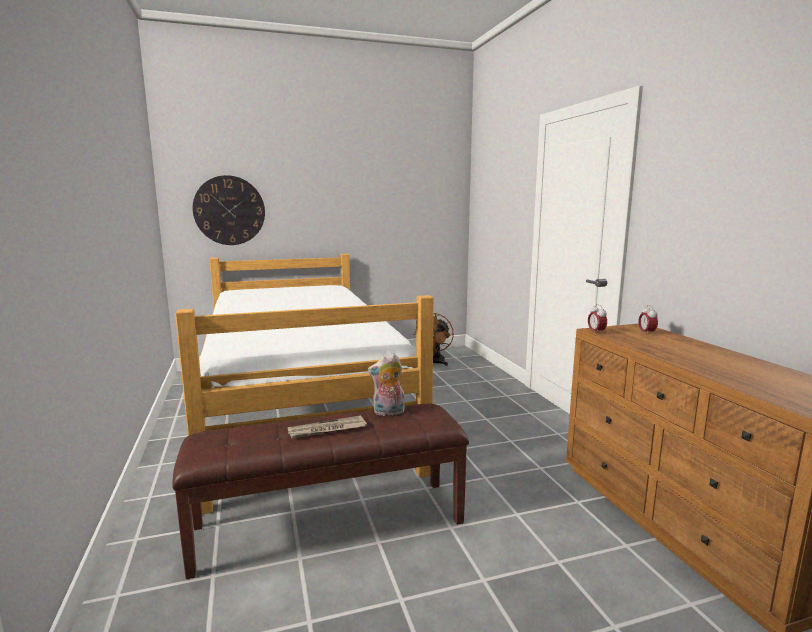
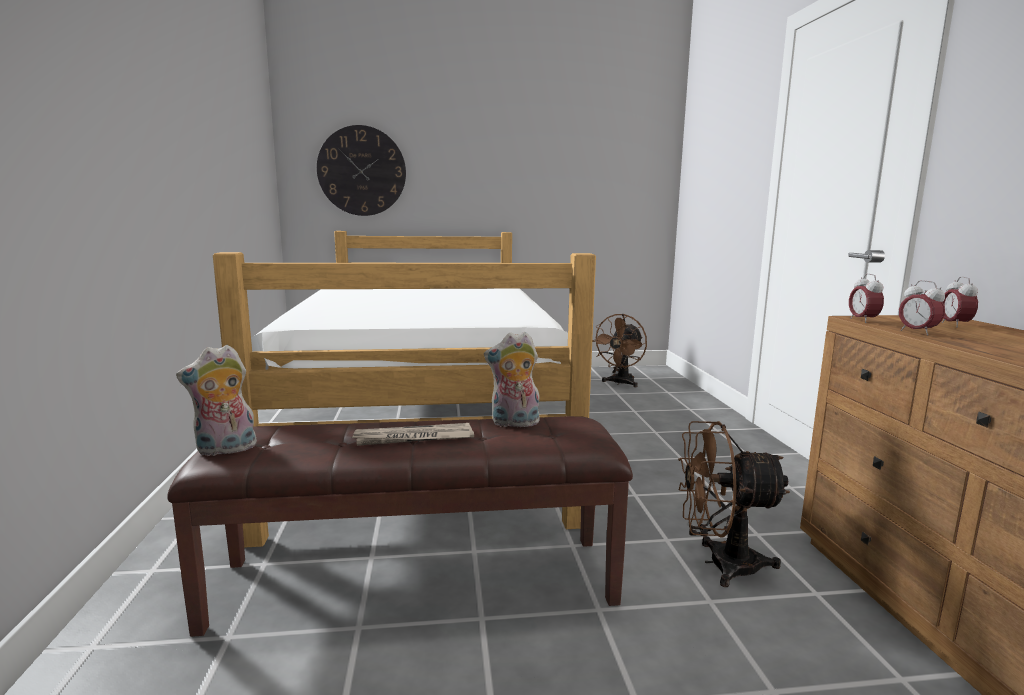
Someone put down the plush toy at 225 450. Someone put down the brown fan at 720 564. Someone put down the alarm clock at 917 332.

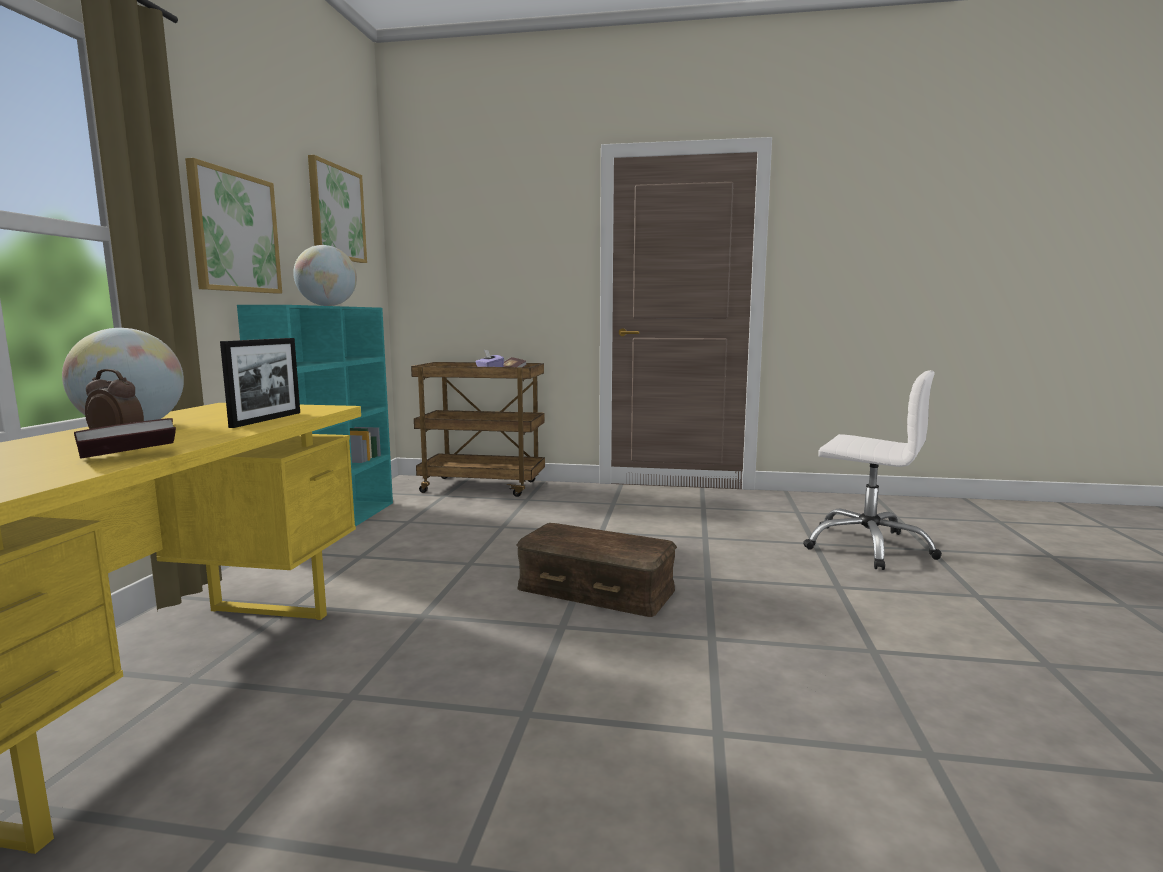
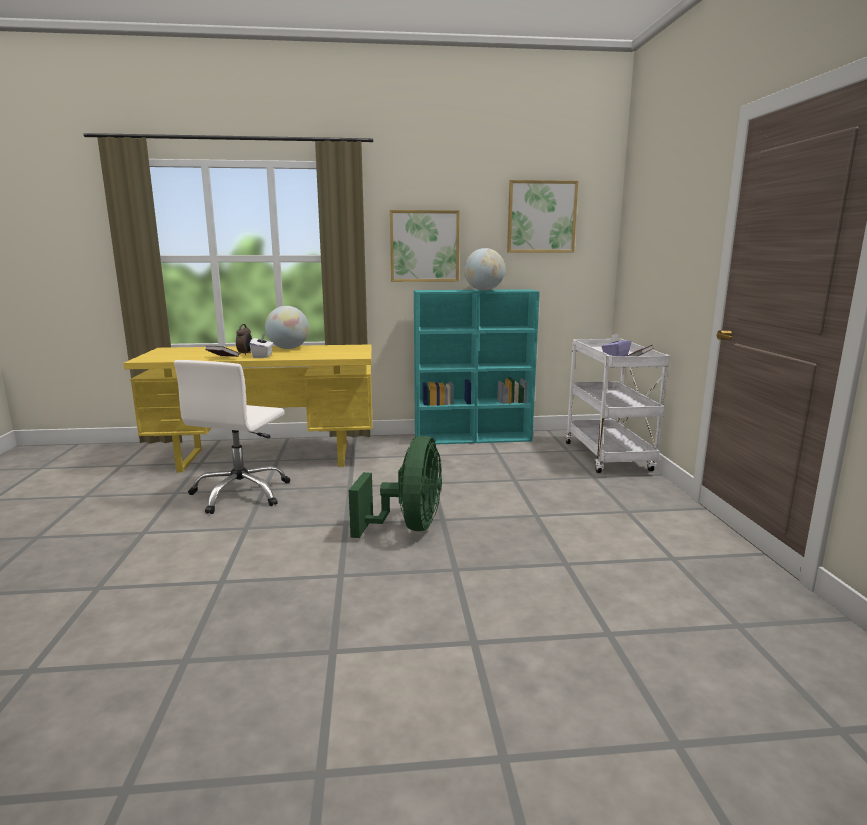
Someone took away the picture frame at 267 419. Someone repainted the brown cart at 484 487, which became the white cart at 609 457. Someone swapped the brown storage box at 595 589 for the green fan at 408 527. Someone carried the white office chair from 868 546 to 241 493. Someone put down the white tissue box at 262 356.

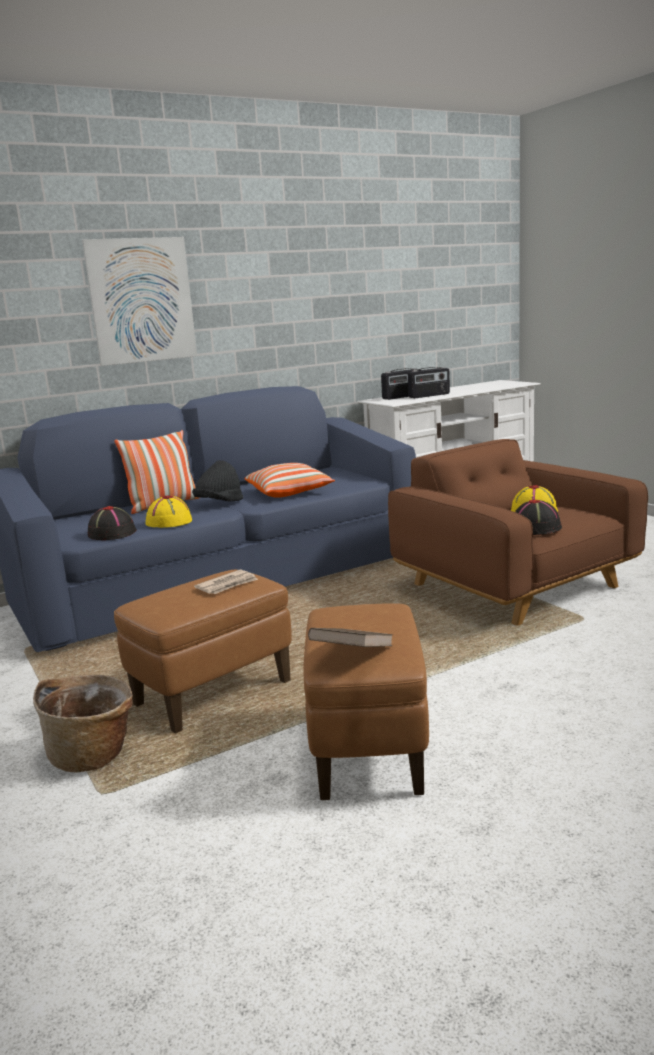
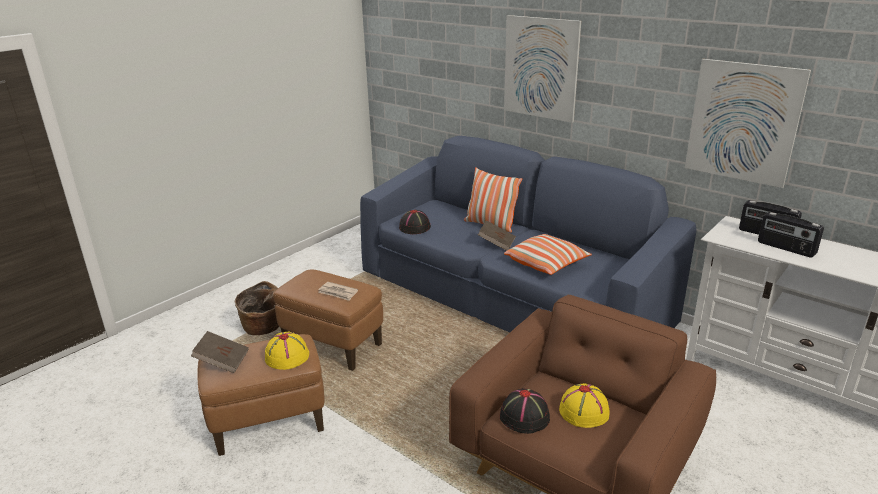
Someone carried the yellow hat from 168 522 to 287 356. Someone swapped the black hat at 219 503 for the brown book at 496 243. Someone put up the picture at 743 122.

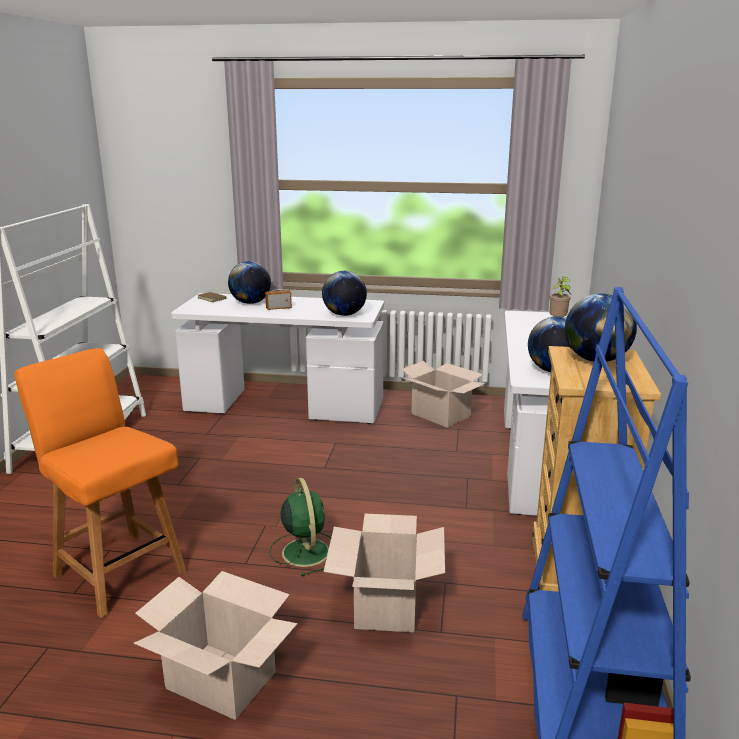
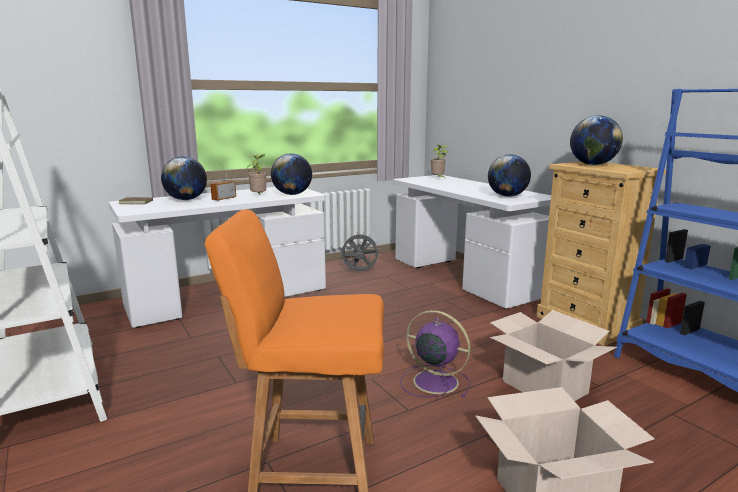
Someone repainted the green fan at 305 551, which became the purple fan at 433 381. Someone swapped the cardboard box at 440 415 for the grey fan at 359 272. Someone put down the potted plant at 259 196.

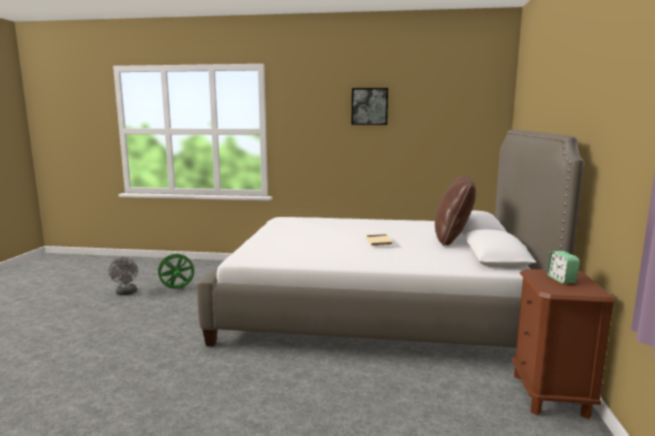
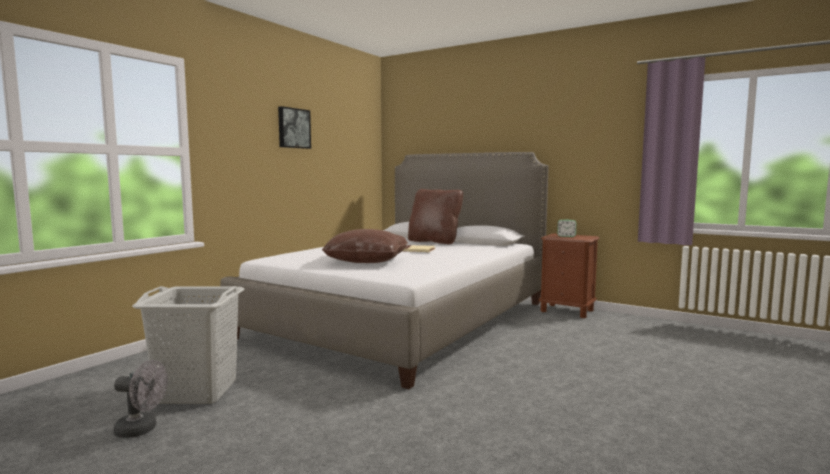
Someone swapped the green fan at 177 289 for the grey laundry basket at 197 392. Someone put down the brown pillow at 367 261.

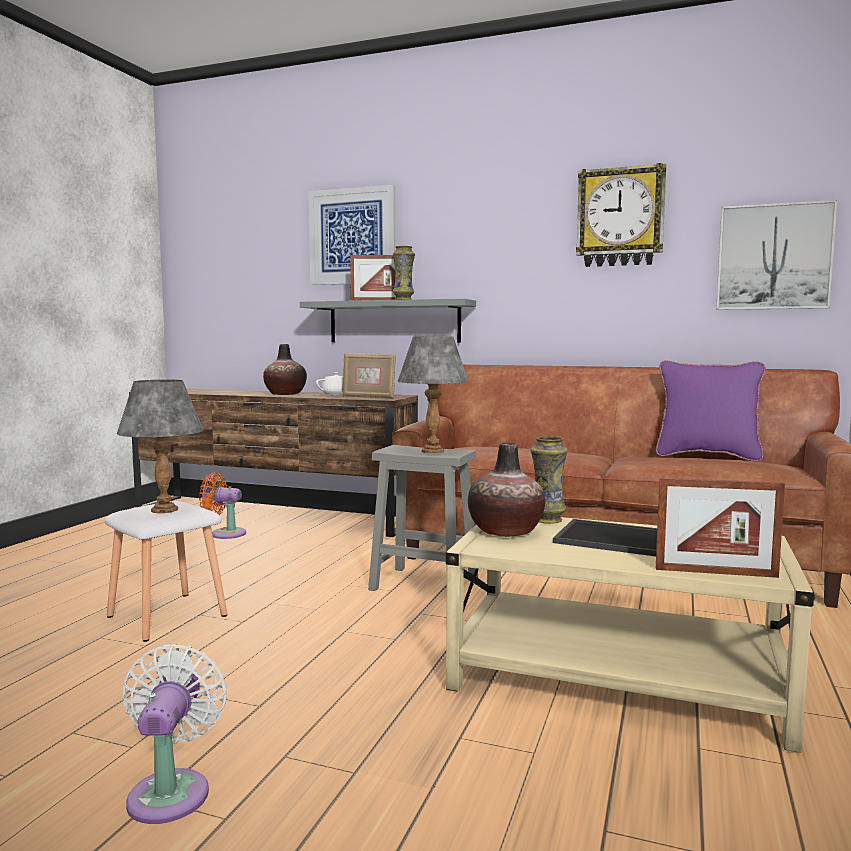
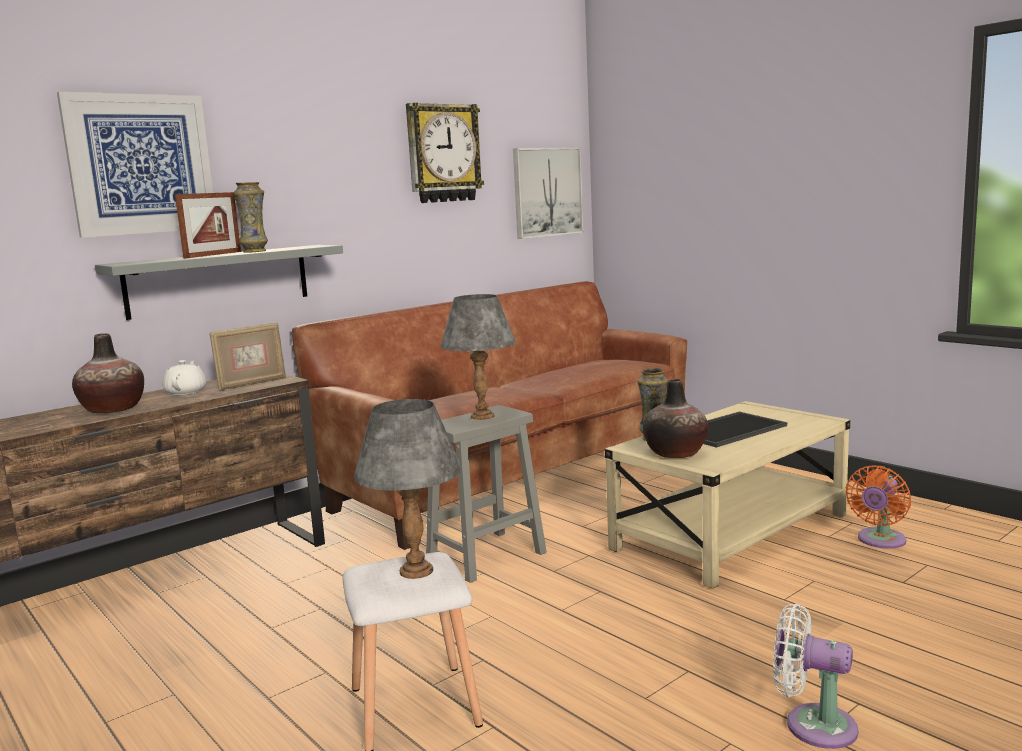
Someone carried the orange fan from 225 533 to 879 541. Someone took away the purple pillow at 707 456. Someone took away the picture frame at 715 572.

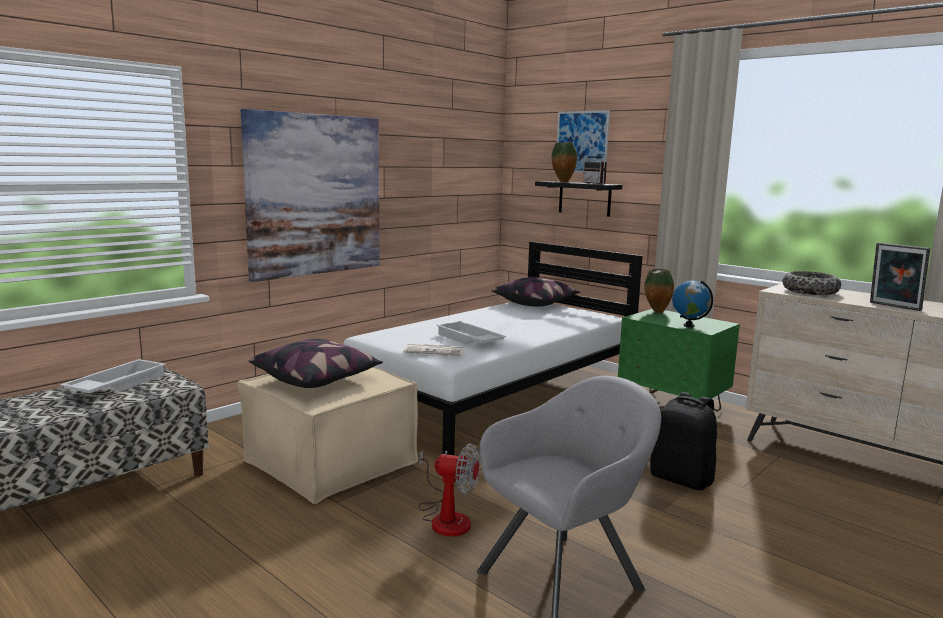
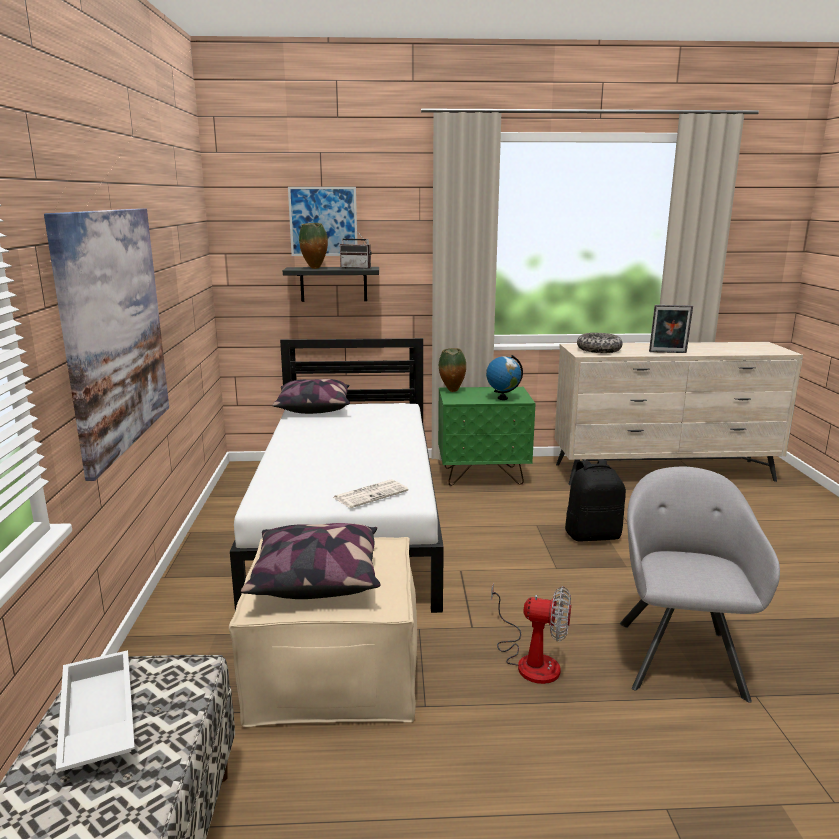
Someone rotated the fan at 446 517 by 45 degrees clockwise. Someone took away the white tray at 468 340.

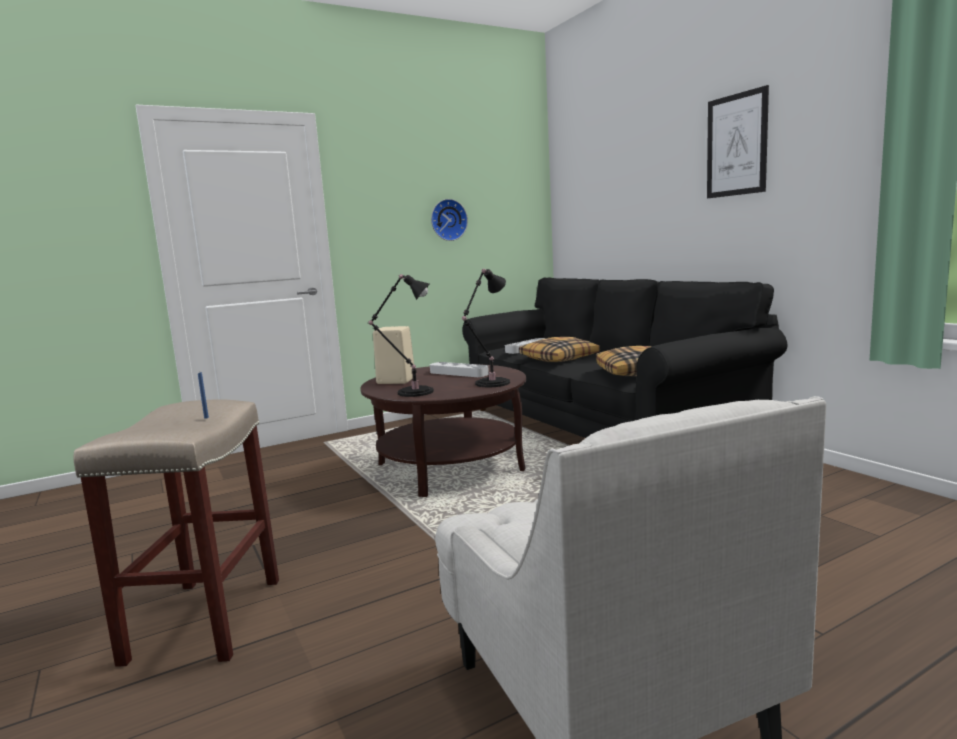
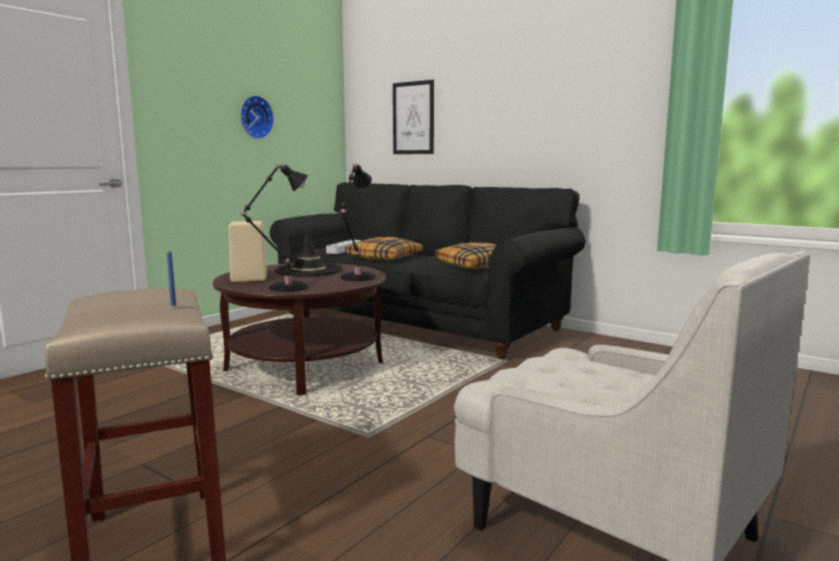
Someone swapped the grey tray at 458 373 for the black hat at 309 270. Someone carried the picture from 736 145 to 413 118.

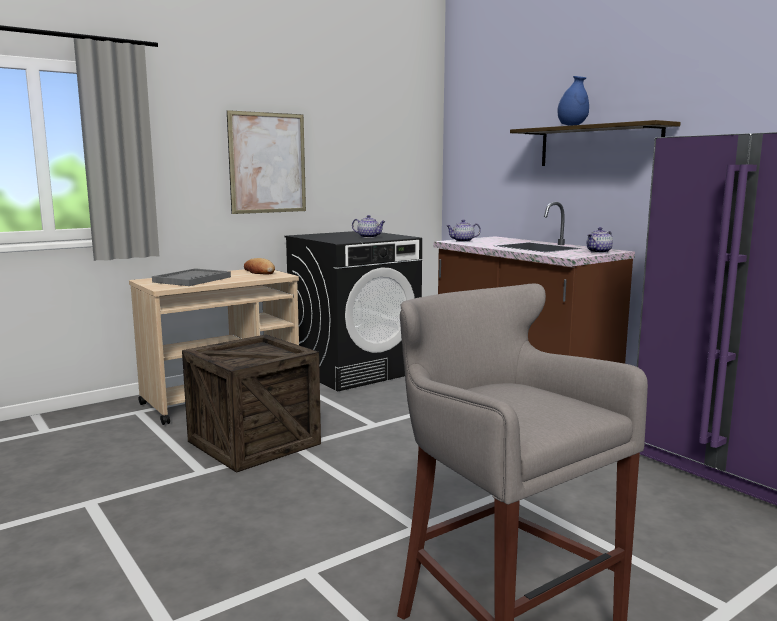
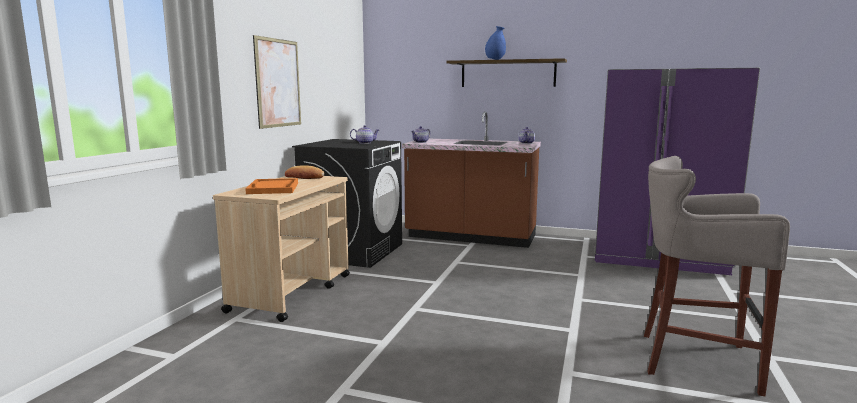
Someone repainted the grey tray at 192 279, which became the orange tray at 273 188. Someone took away the crate at 254 442.

